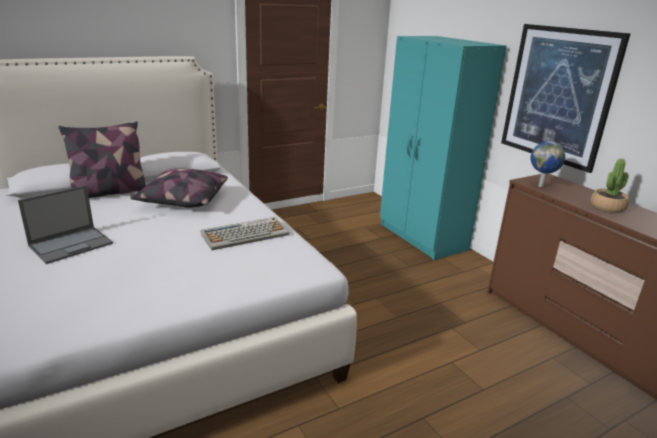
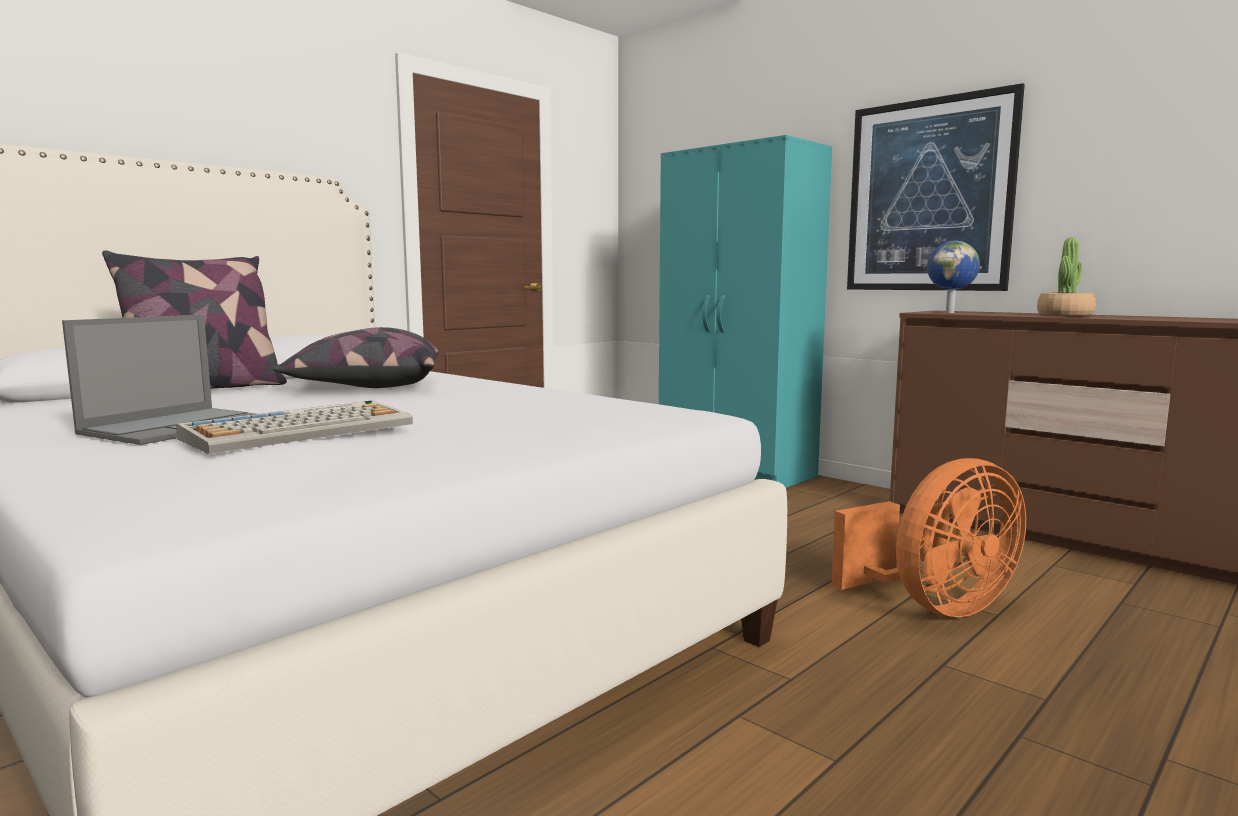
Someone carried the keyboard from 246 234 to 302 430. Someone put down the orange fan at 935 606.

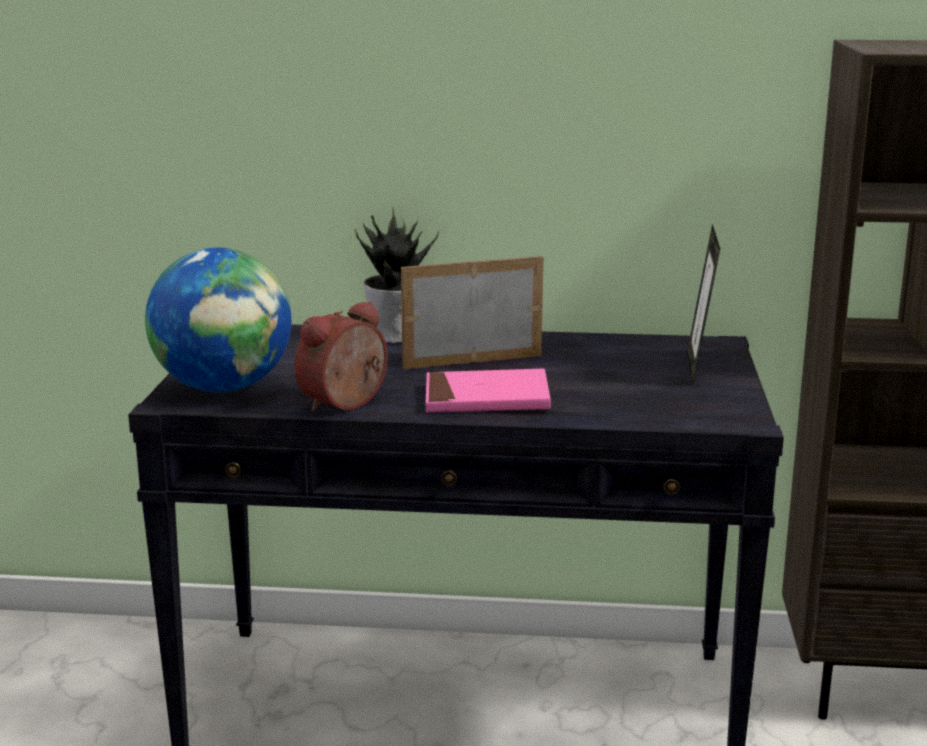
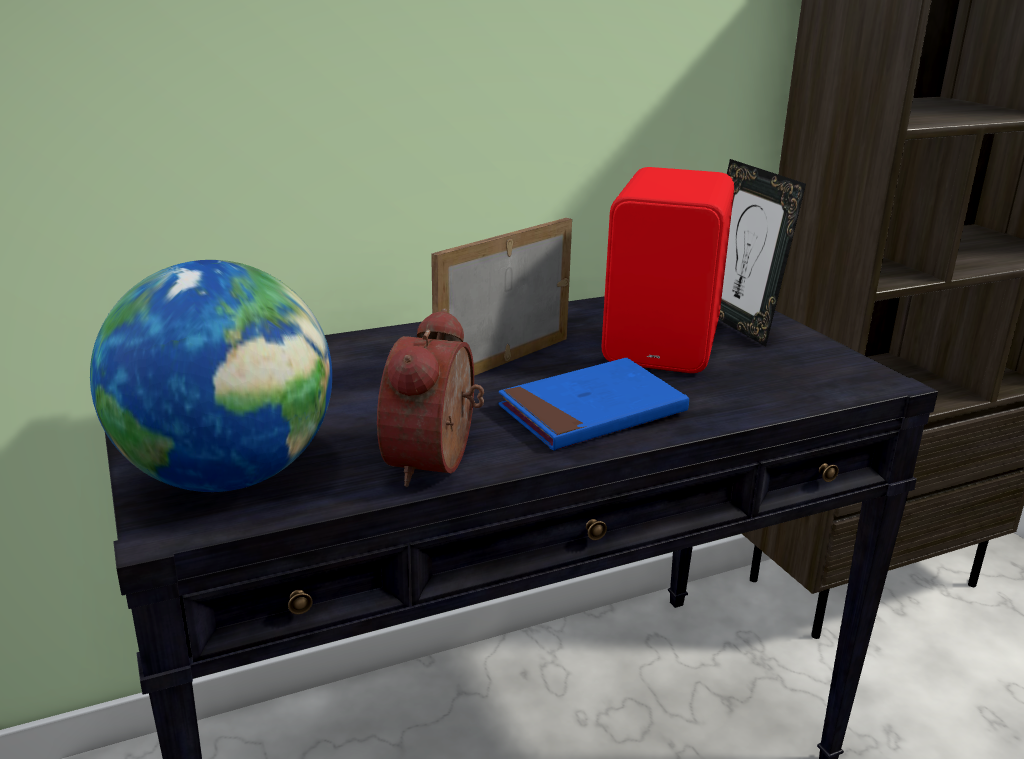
Someone took away the potted plant at 395 336. Someone repainted the pink book at 486 399, which became the blue book at 592 411. Someone put down the red speaker at 666 344.

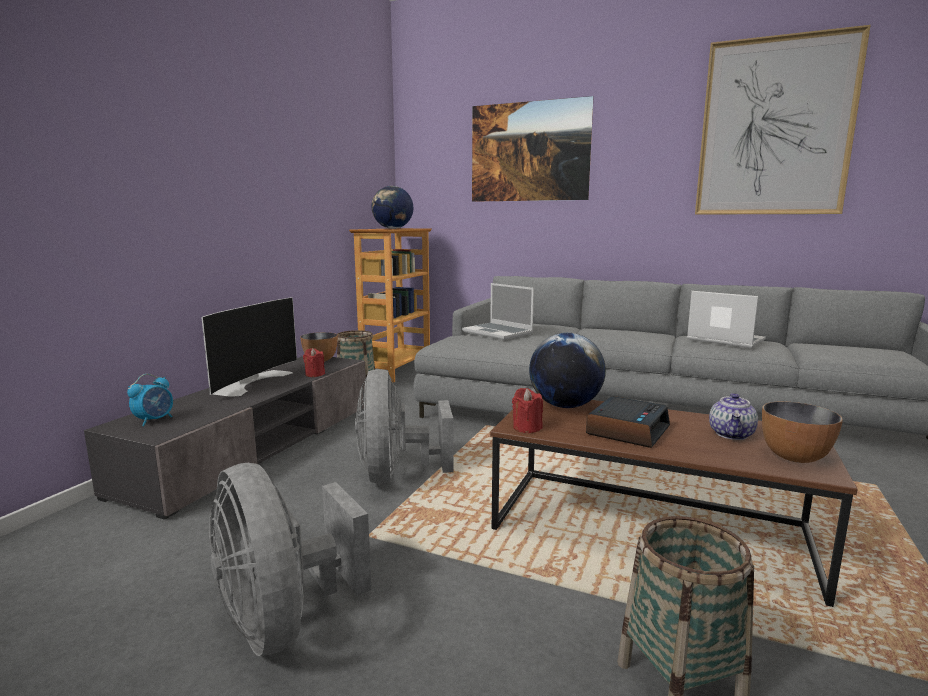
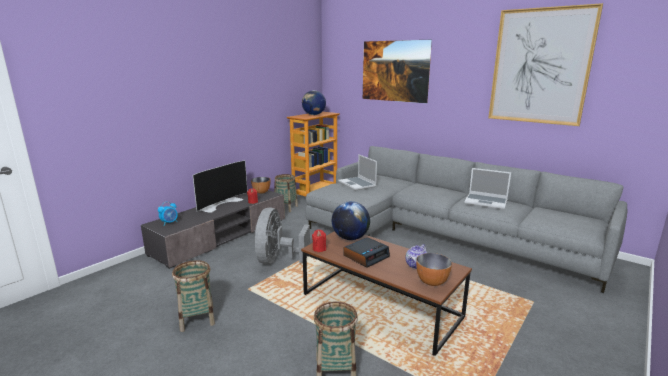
Someone swapped the grey fan at 284 620 for the basket at 197 319. Someone rotated the laptop at 724 340 by 150 degrees clockwise.

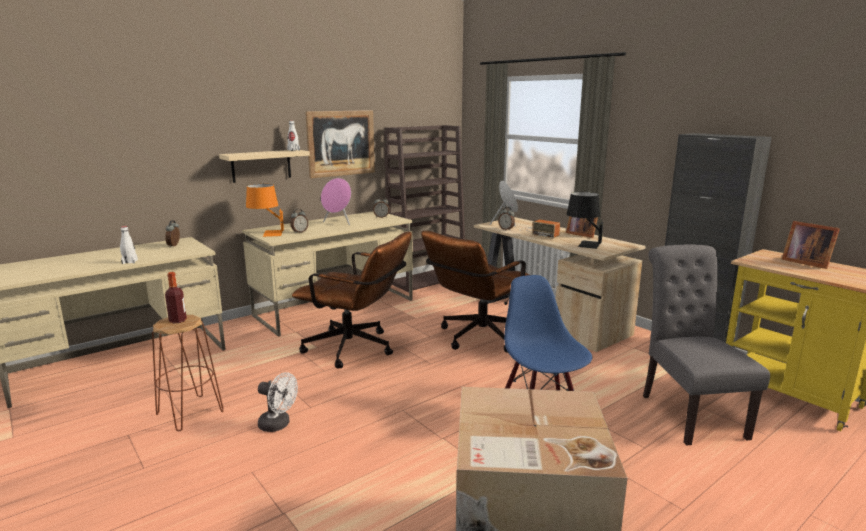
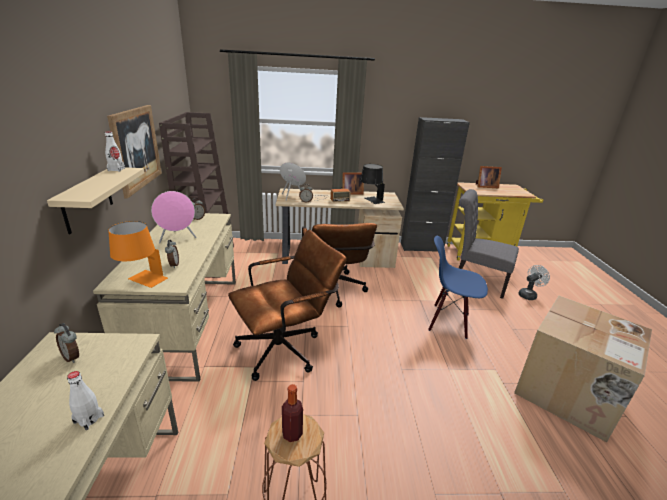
Someone carried the white fan from 278 425 to 529 295.

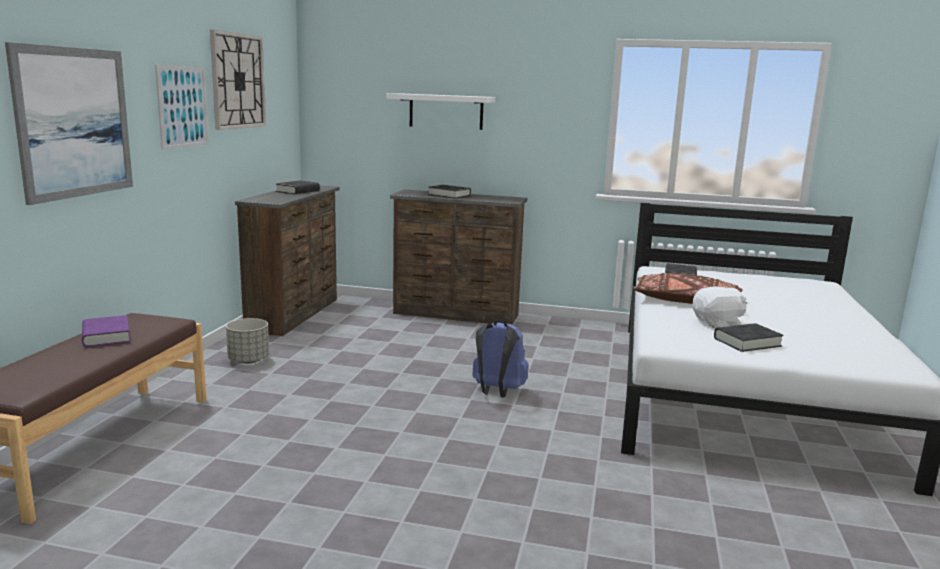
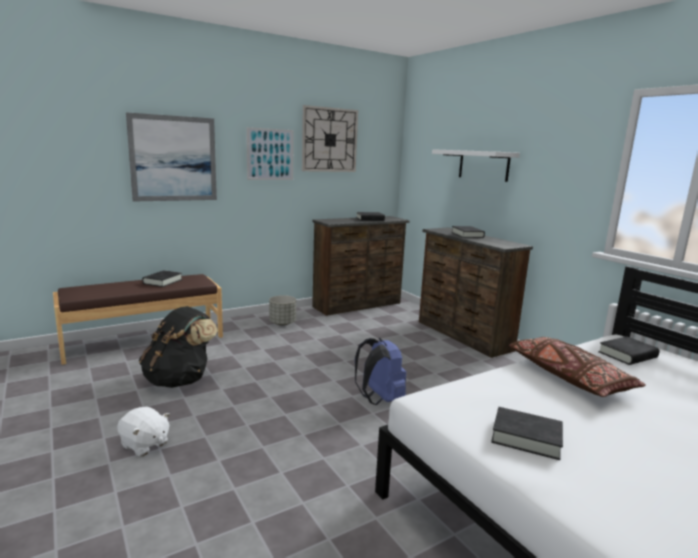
Someone repainted the purple book at 106 336, which became the black book at 163 281. Someone carried the white plush toy from 718 323 to 144 444. Someone put down the black backpack at 180 380.

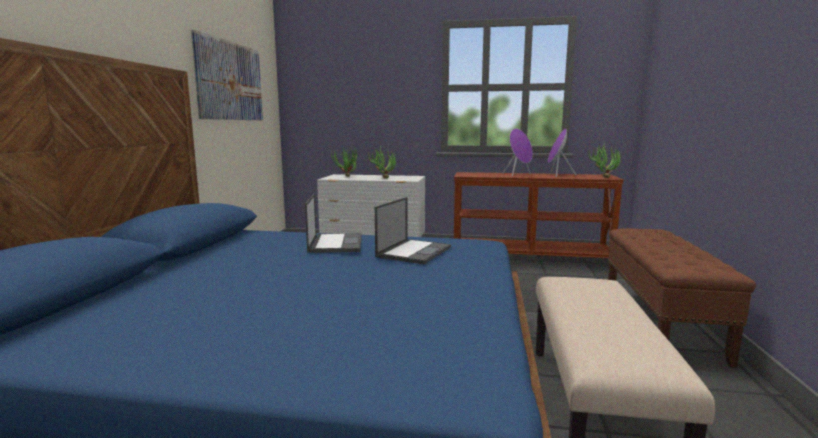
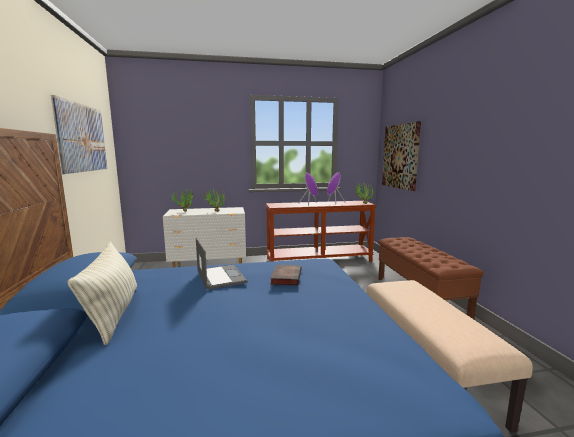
Someone swapped the laptop at 414 251 for the book at 286 277. Someone put down the pillow at 113 313. Someone put up the picture at 400 156.

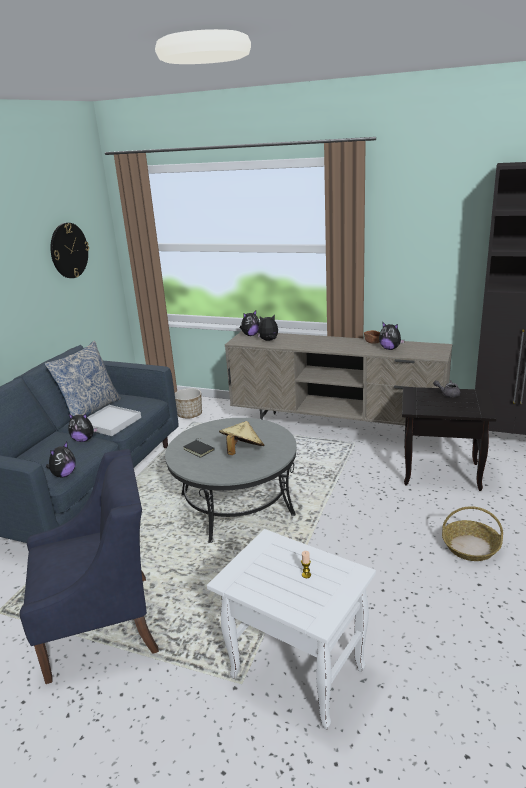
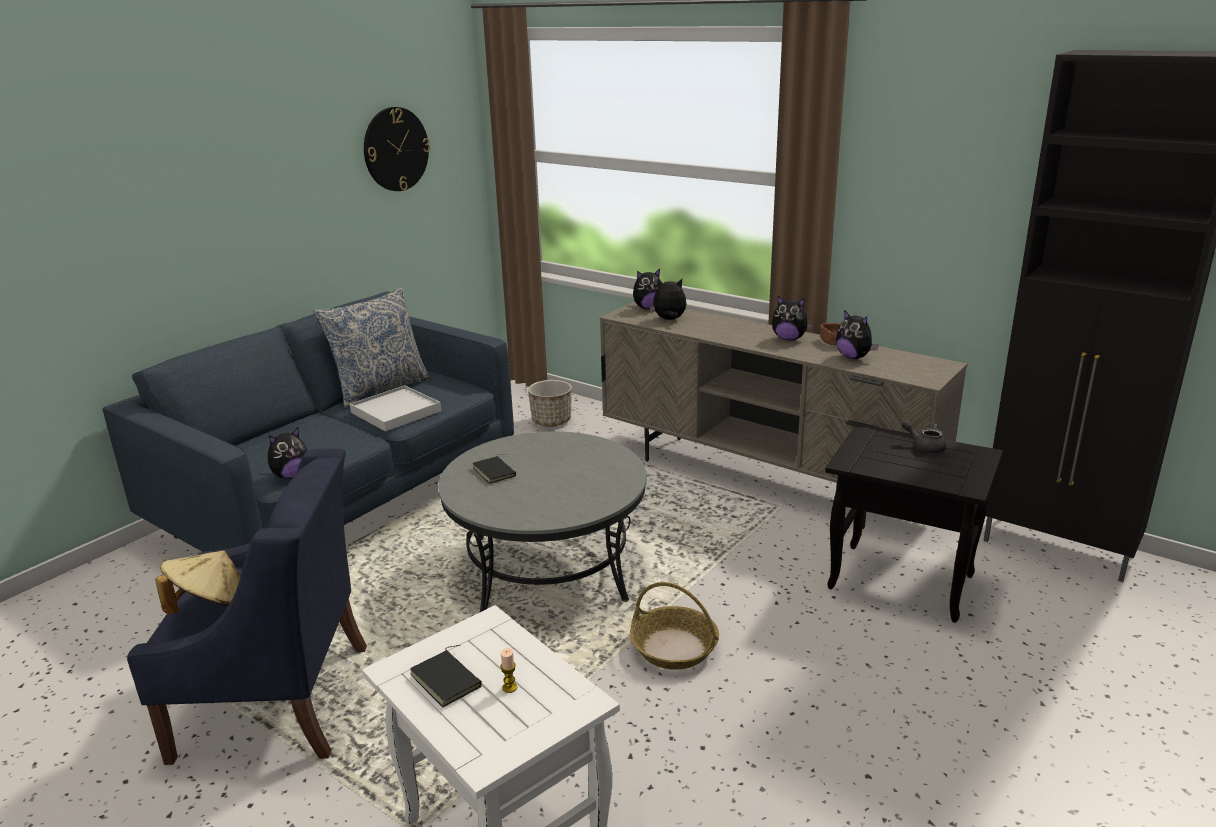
Someone carried the plush toy from 84 440 to 789 339. Someone carried the beige hat from 242 451 to 212 607. Someone carried the basket from 471 547 to 674 648. Someone put down the black book at 448 680.

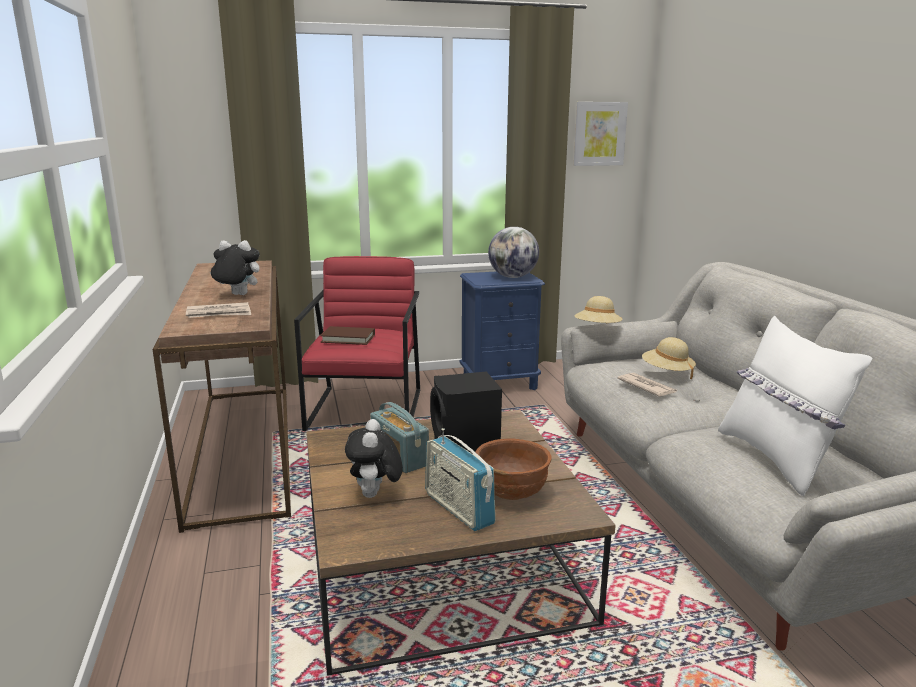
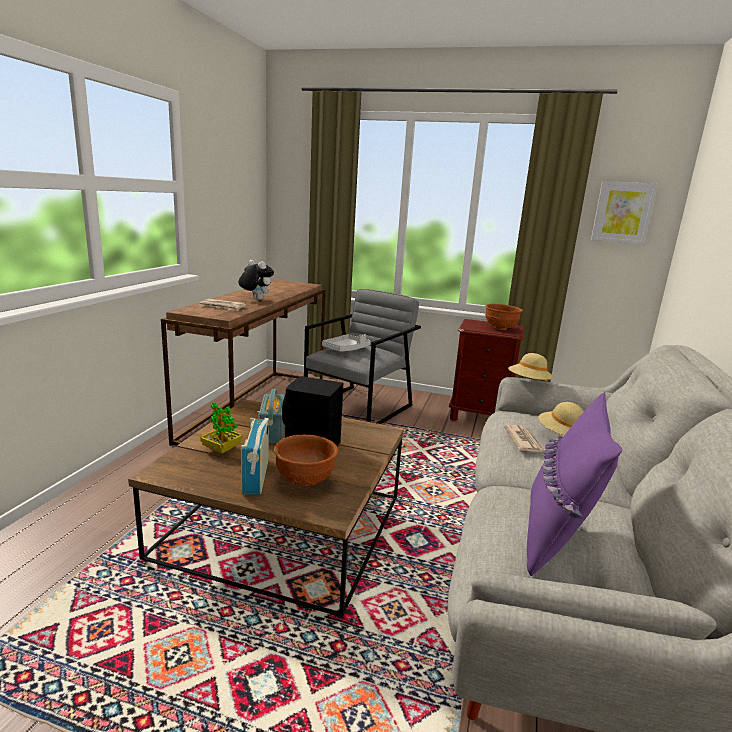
Someone repainted the red armchair at 366 409, which became the grey armchair at 359 407. Someone swapped the brown book at 348 338 for the grey tray at 346 349. Someone swapped the plush toy at 375 495 for the potted plant at 221 449. Someone repainted the blue nightstand at 500 383, which became the brown nightstand at 479 417. Someone swapped the globe at 513 277 for the brown bowl at 501 328. Someone repainted the white pillow at 776 459, which became the purple pillow at 556 536.

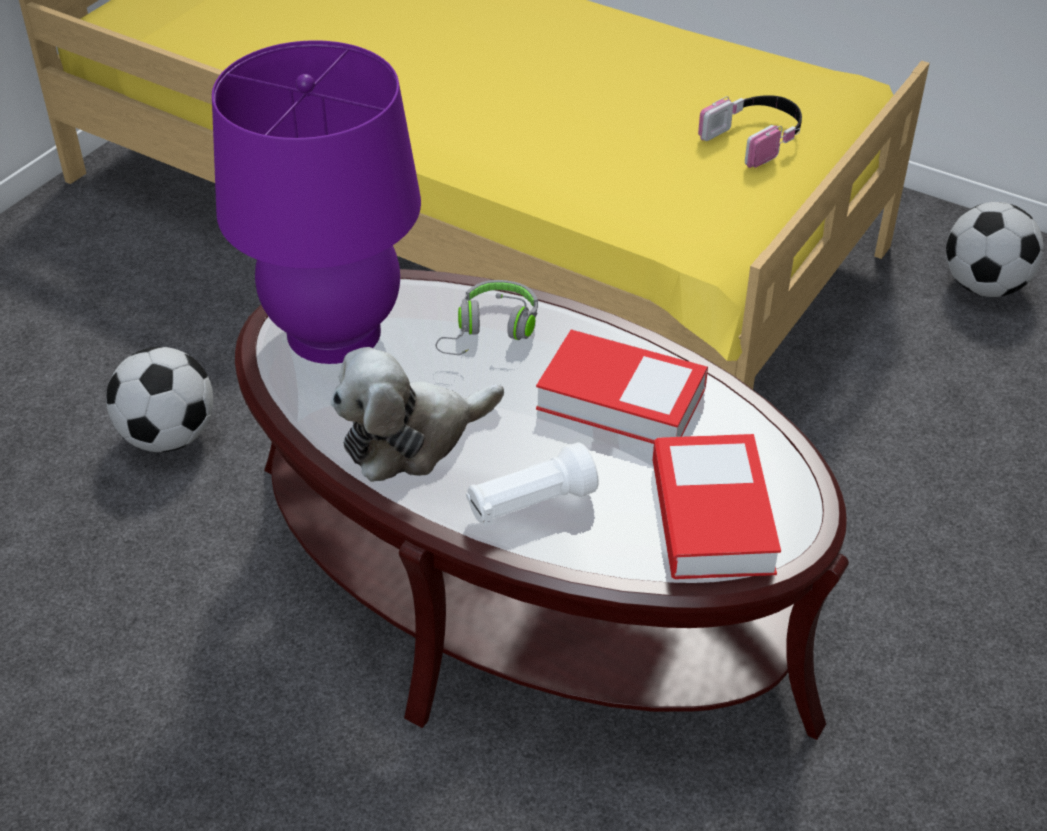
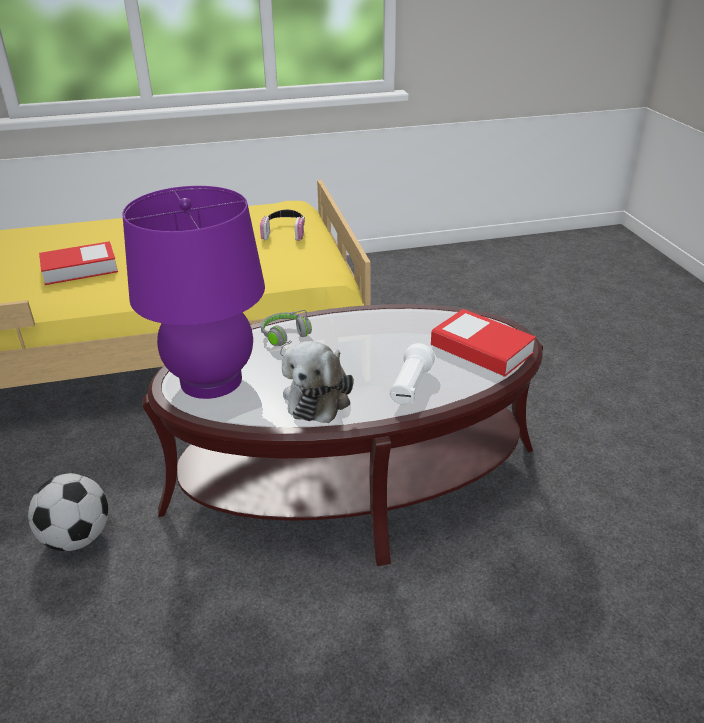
Someone carried the book from 621 399 to 80 269. Someone took away the football at 985 286.

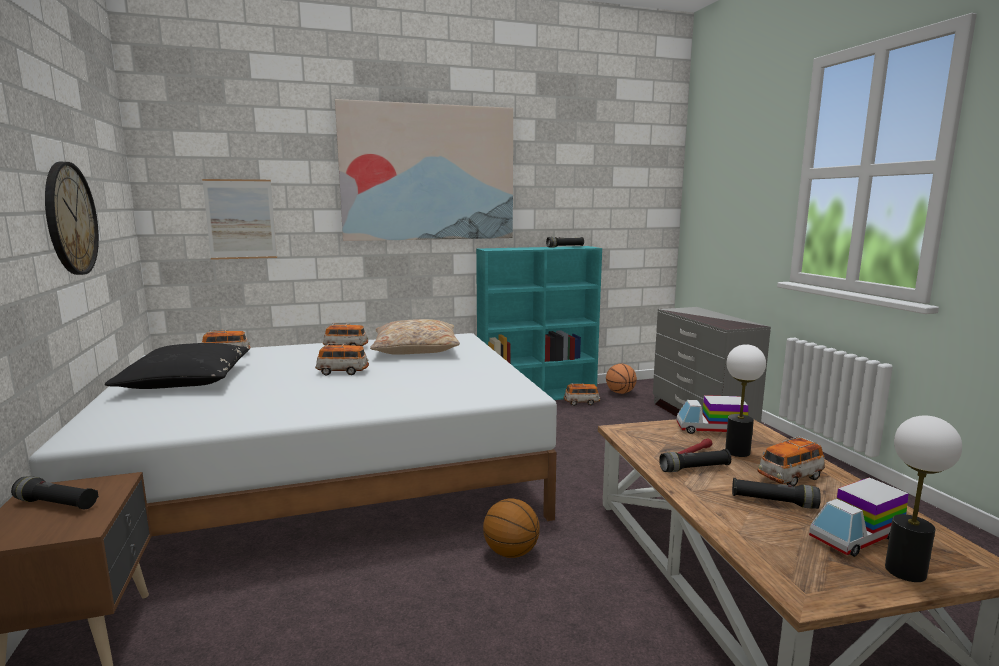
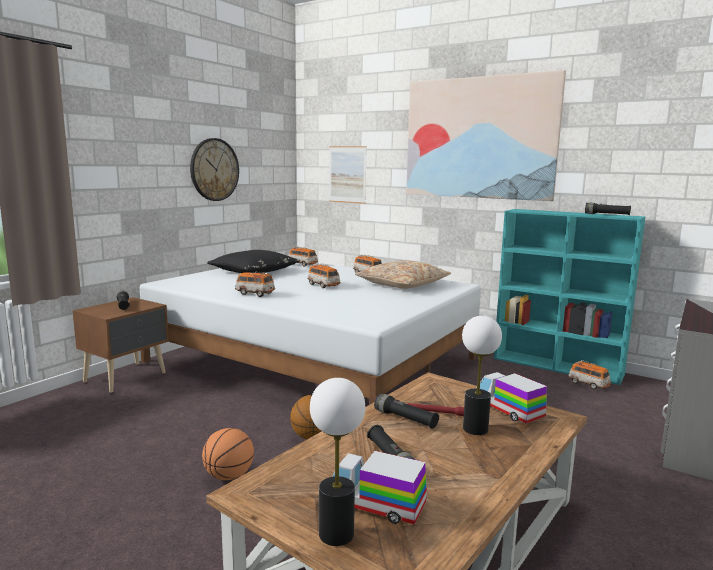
Someone carried the basketball from 620 393 to 229 476. Someone carried the toy car from 790 478 to 255 294.

